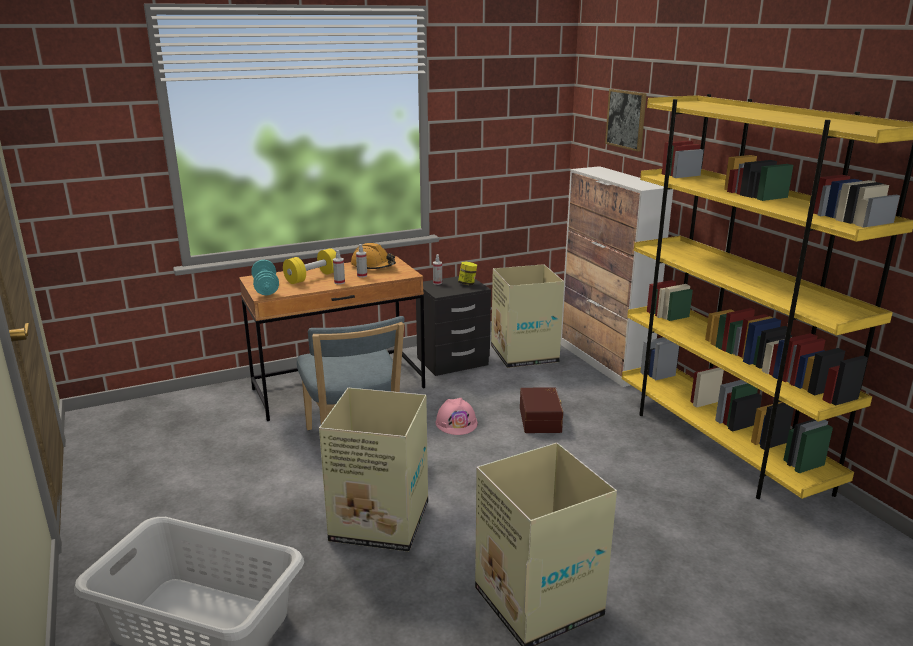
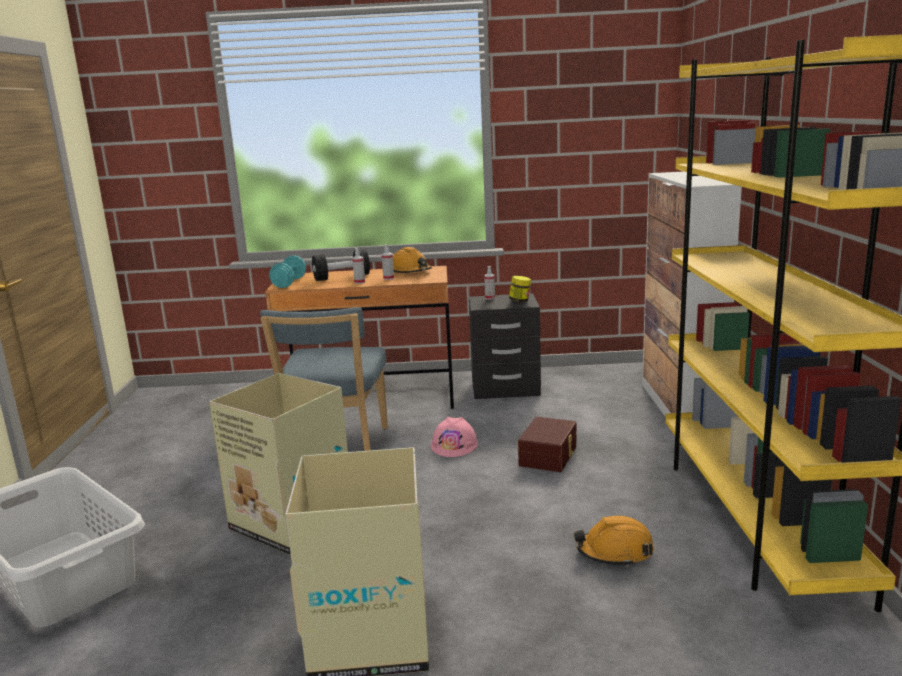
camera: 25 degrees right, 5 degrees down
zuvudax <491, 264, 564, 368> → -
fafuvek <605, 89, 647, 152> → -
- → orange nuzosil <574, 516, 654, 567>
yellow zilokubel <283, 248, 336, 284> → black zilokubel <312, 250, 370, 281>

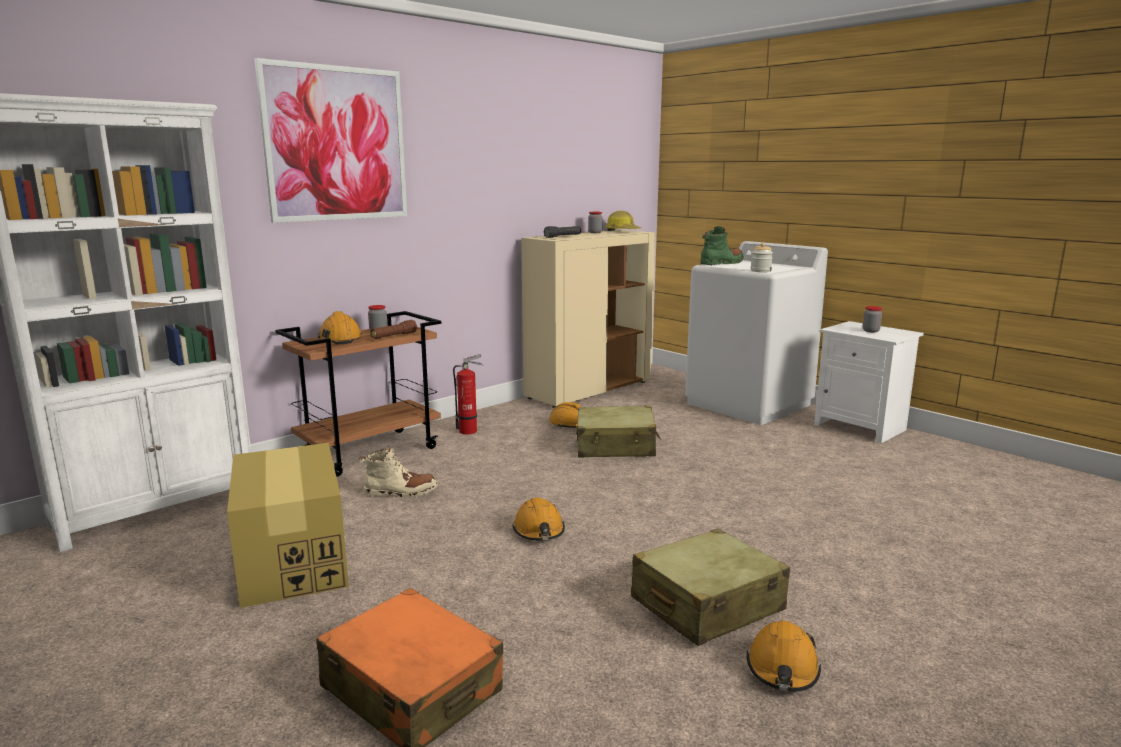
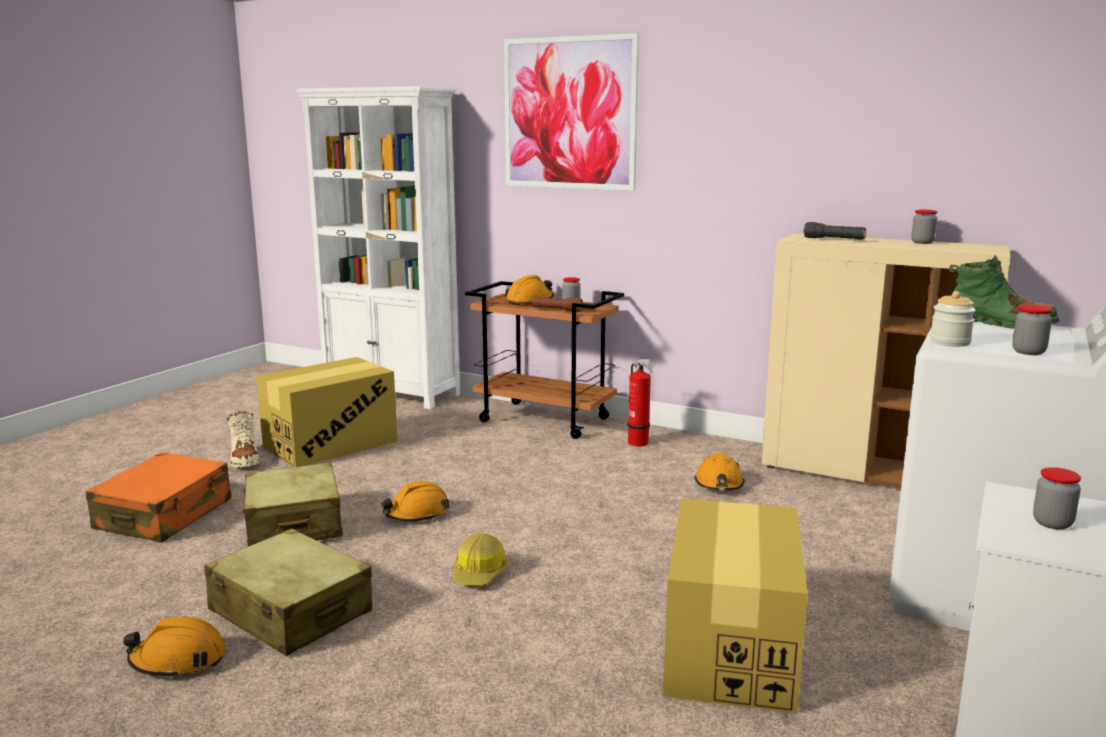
camera: 70 degrees right, 0 degrees up
- → zuvudax <663, 498, 808, 713>
- → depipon <1012, 305, 1052, 355>
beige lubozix <359, 446, 438, 498> → beige lubozix <226, 411, 260, 468>, relocated
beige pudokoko <576, 406, 661, 458> → beige pudokoko <242, 462, 343, 546>, relocated
nuzosil <605, 211, 642, 231> → nuzosil <453, 533, 509, 586>, relocated

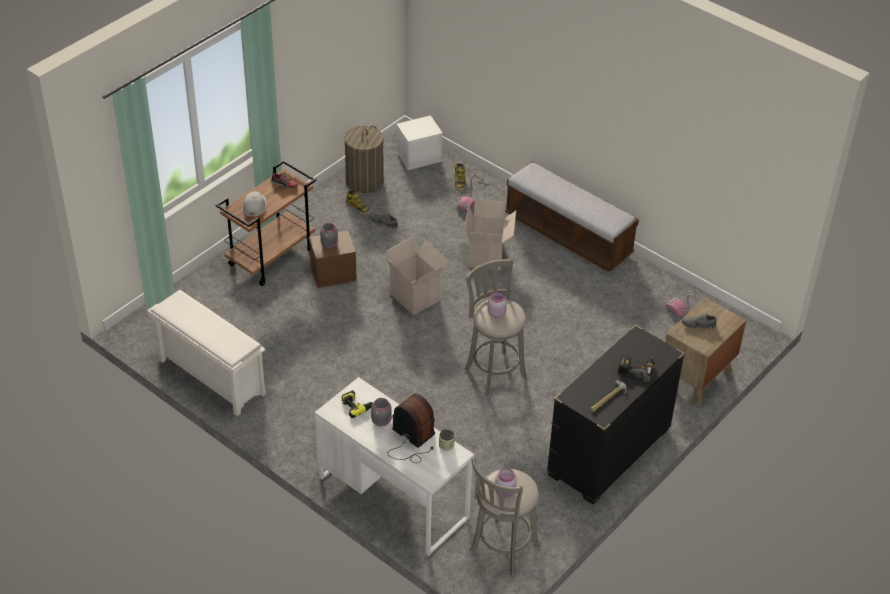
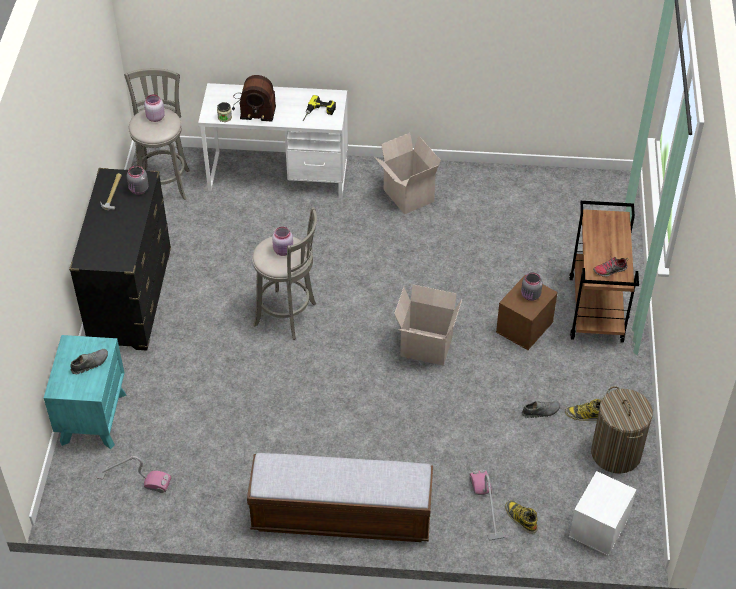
camera: 145 degrees right, 5 degrees up
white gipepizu <147, 290, 266, 416> → -
white nuzosil <242, 191, 266, 218> → -
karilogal <618, 356, 655, 382> → -
grey depipon <371, 398, 392, 427> → grey depipon <127, 165, 149, 195>, relocated
zuvudax <465, 199, 516, 270> → zuvudax <375, 133, 441, 214>, relocated
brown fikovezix <665, 298, 746, 405> → turquoise fikovezix <44, 335, 126, 449>

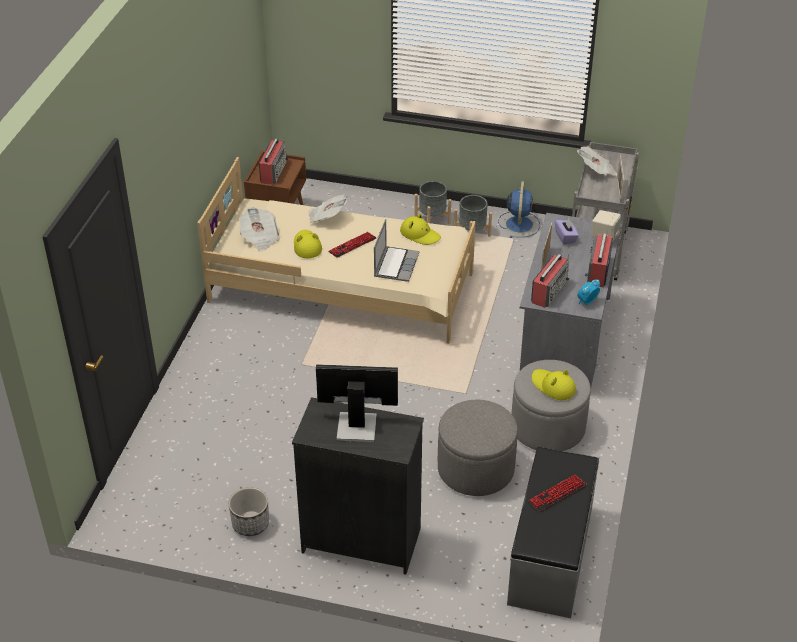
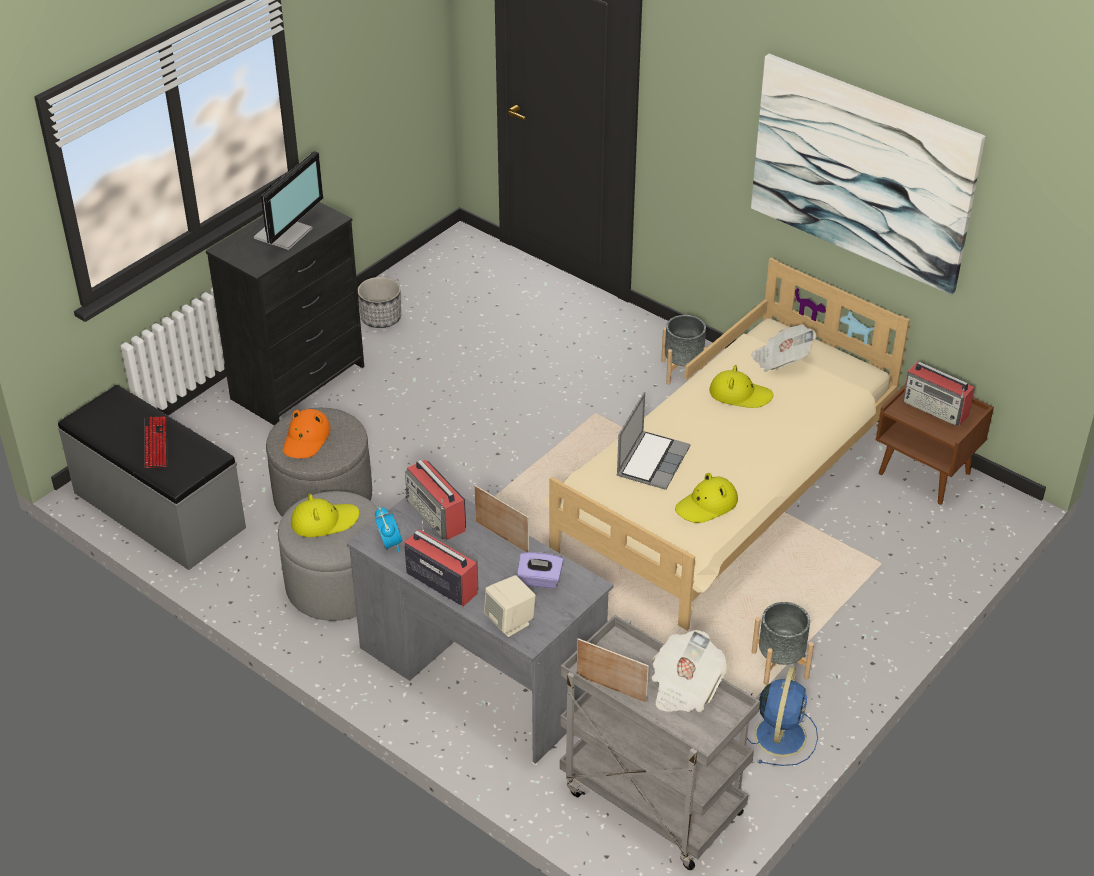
camera: 115 degrees right, 0 degrees up
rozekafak <308, 195, 347, 223> → -
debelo <328, 232, 376, 258> → -
- → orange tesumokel <283, 409, 330, 458>
- → fafuvek <751, 54, 985, 295>
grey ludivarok <415, 181, 451, 224> → grey ludivarok <661, 315, 707, 385>, relocated
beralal <374, 219, 419, 282> → beralal <616, 392, 691, 490>, 105 degrees counterclockwise
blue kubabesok <498, 181, 540, 238> → blue kubabesok <747, 666, 818, 766>, 105 degrees counterclockwise

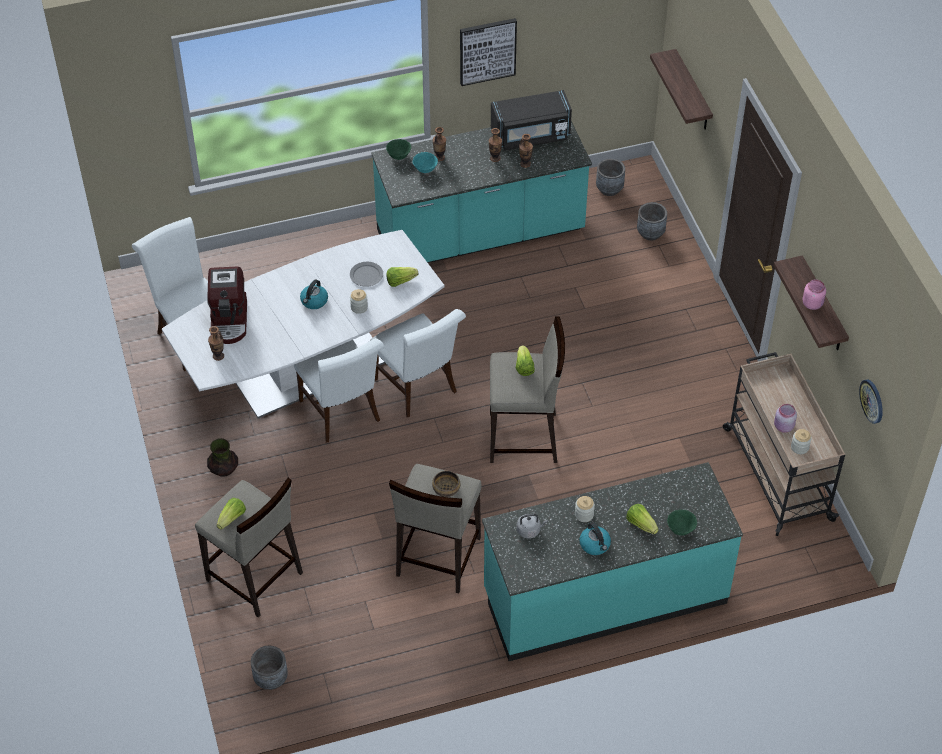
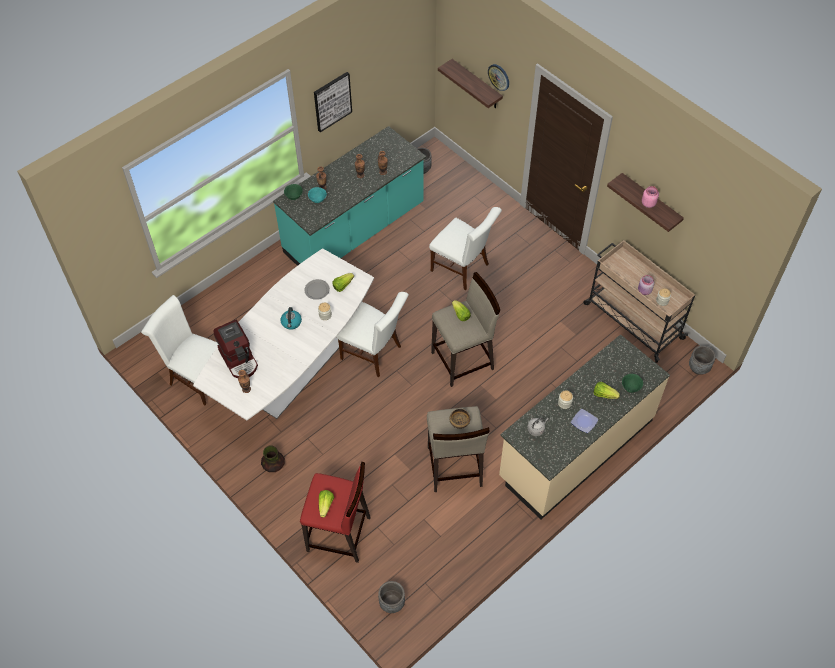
camera: 25 degrees left, 5 degrees up
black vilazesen <491, 90, 572, 150> → -
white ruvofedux <294, 338, 384, 442> → white ruvofedux <429, 207, 502, 290>, relocated
grey ludivarok <637, 202, 667, 240> → grey ludivarok <689, 346, 716, 375>, relocated
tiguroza <859, 379, 883, 424> → tiguroza <488, 64, 509, 91>, relocated
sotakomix <579, 522, 611, 555> → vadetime <571, 409, 598, 433>
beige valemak <195, 478, 303, 618> → red valemak <300, 462, 371, 563>
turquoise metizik <482, 462, 743, 661> → beige metizik <499, 334, 670, 519>

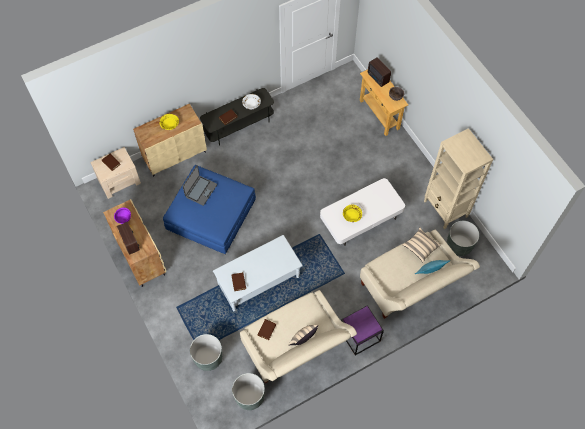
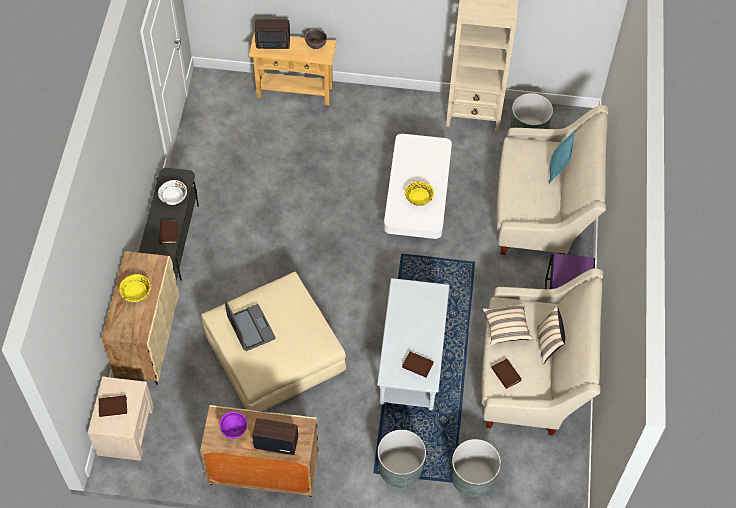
camera: 55 degrees left, 5 degrees down
grey ludivarok <232, 373, 265, 410> → grey ludivarok <378, 430, 426, 488>, relocated
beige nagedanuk <402, 227, 441, 263> → beige nagedanuk <483, 303, 533, 346>, relocated
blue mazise <163, 165, 256, 254> → beige mazise <201, 272, 346, 412>

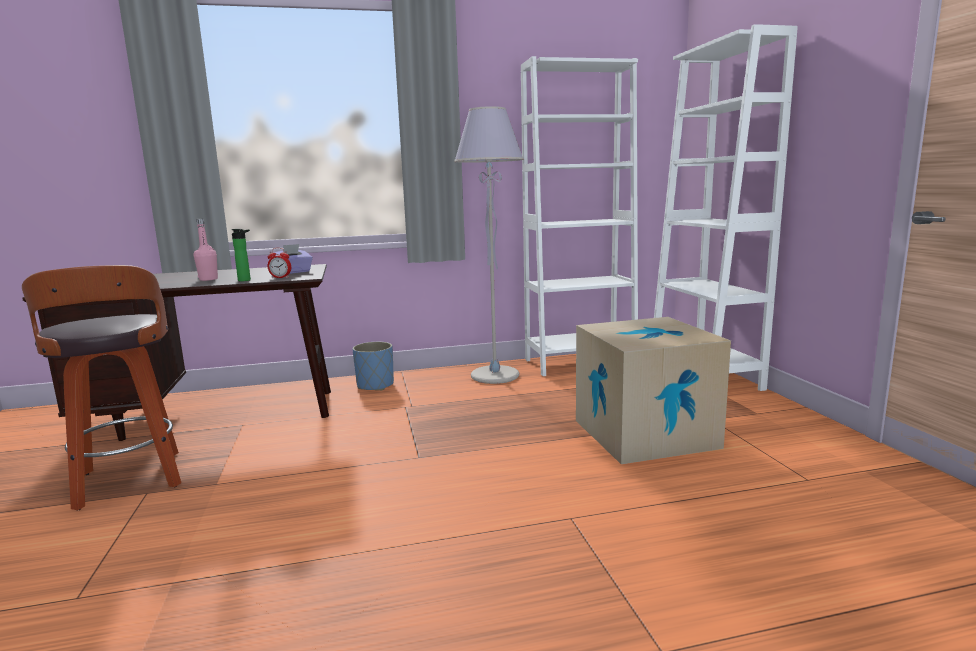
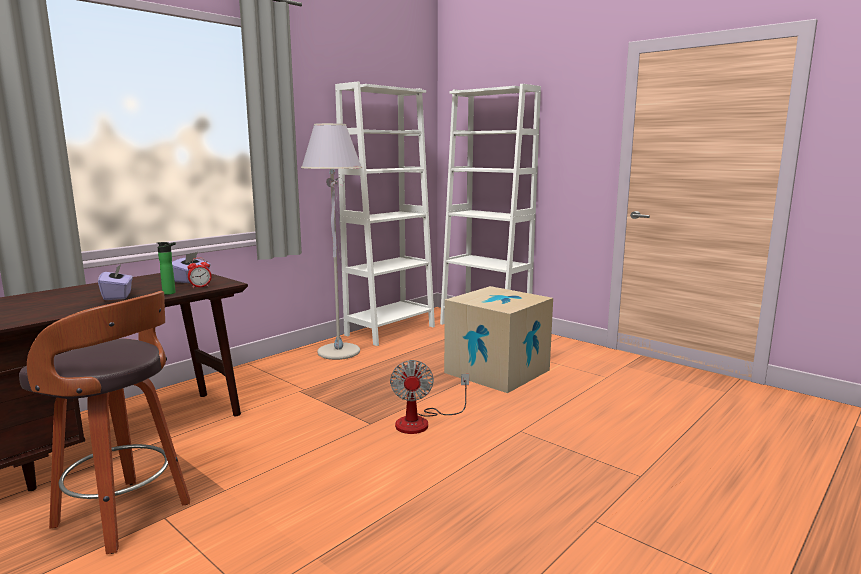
camera: 35 degrees left, 0 degrees up
blue ludivarok <352, 342, 394, 390> → -
- → kubabesok <390, 360, 469, 434>
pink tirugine <194, 219, 218, 281> → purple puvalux <98, 264, 133, 300>

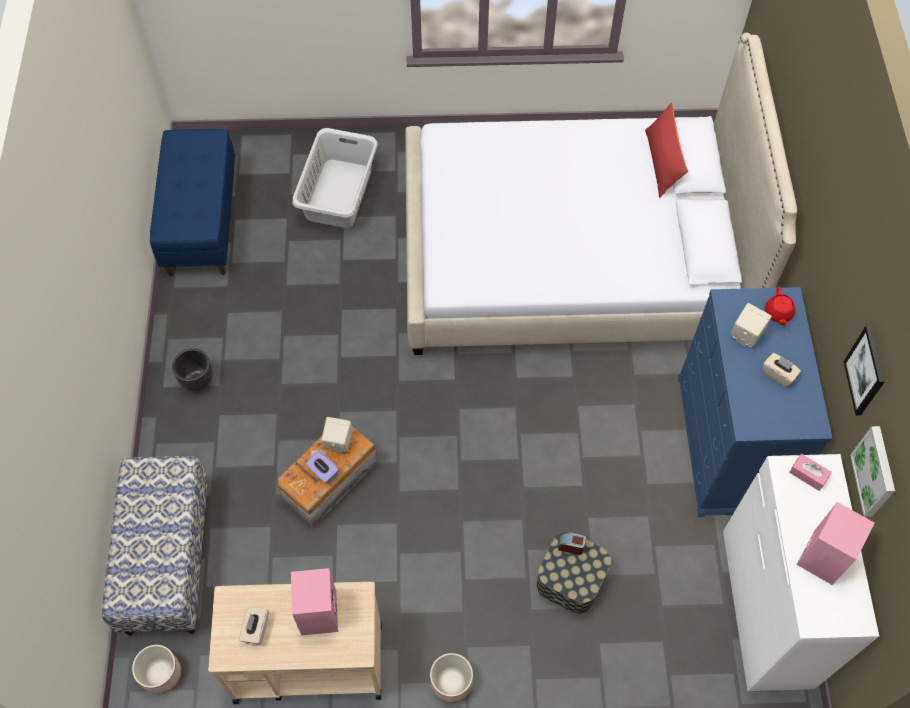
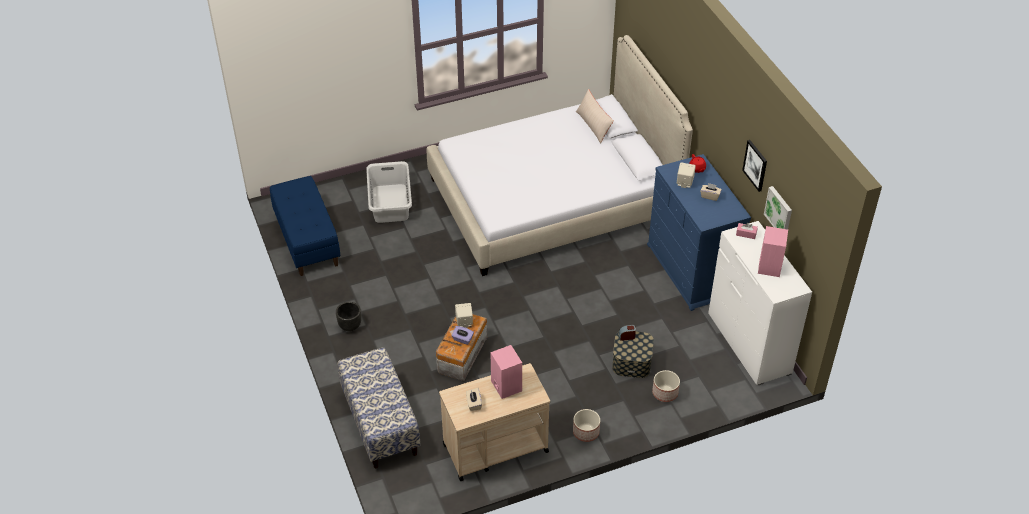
camera: 20 degrees left, 15 degrees down
ludivarok <132, 645, 181, 694> → ludivarok <652, 370, 680, 402>, relocated
red nagedanuk <645, 103, 688, 198> → beige nagedanuk <576, 89, 614, 144>

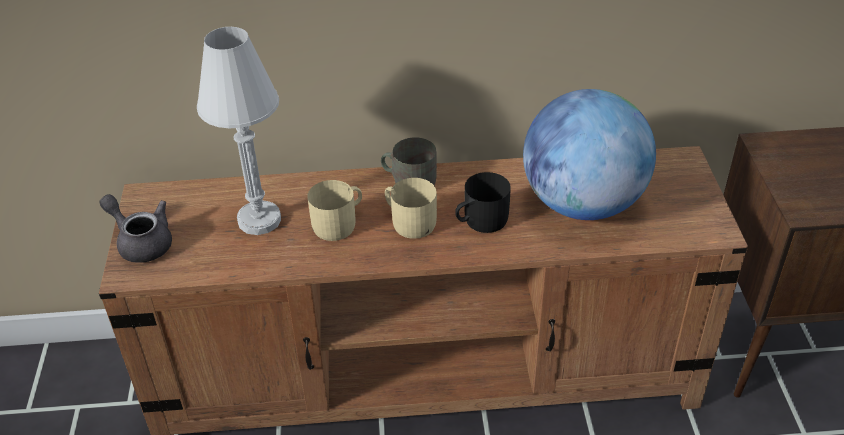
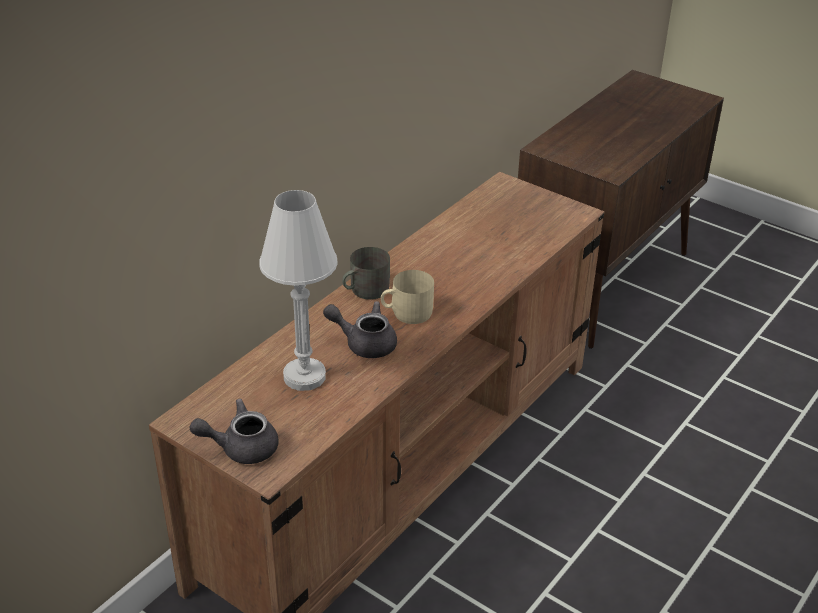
camera: 50 degrees left, 5 degrees down
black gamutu <455, 172, 511, 233> → -
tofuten <523, 89, 656, 220> → -
beige gamutu <307, 180, 362, 241> → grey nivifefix <323, 301, 397, 358>

